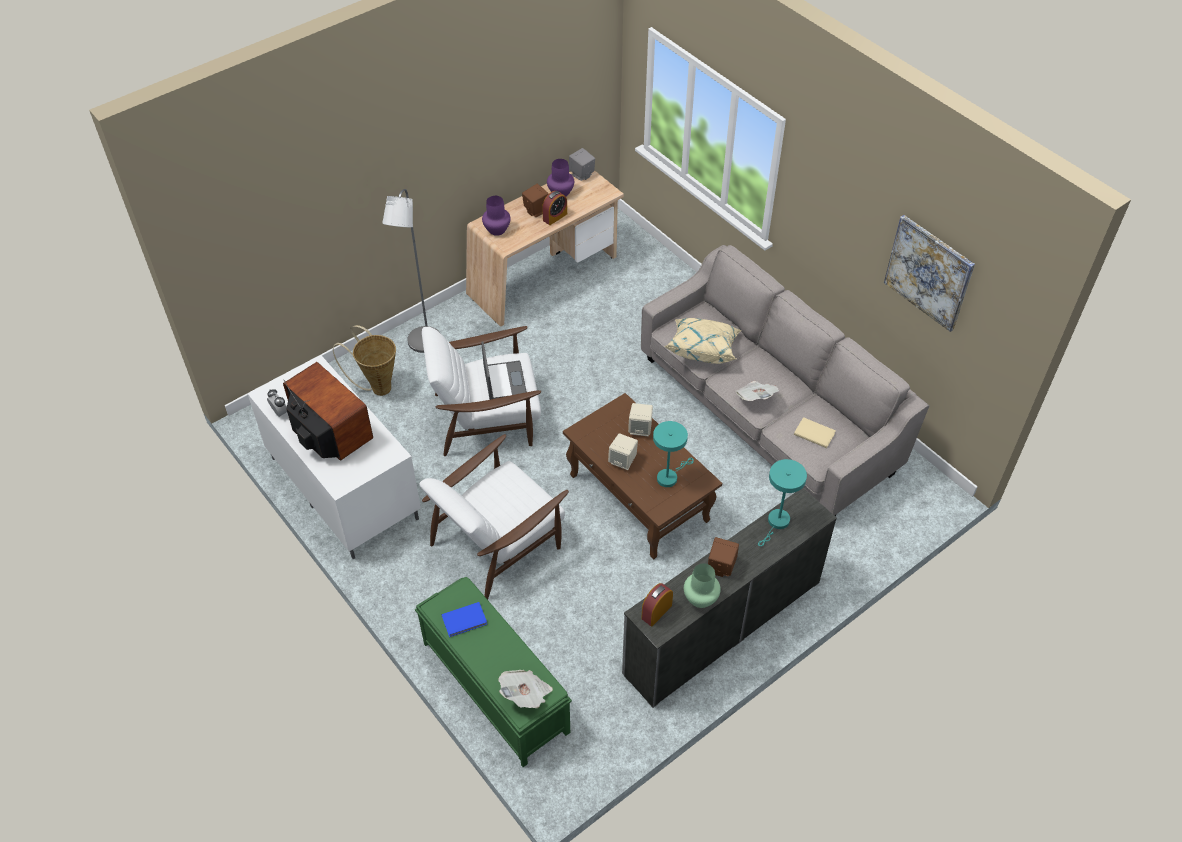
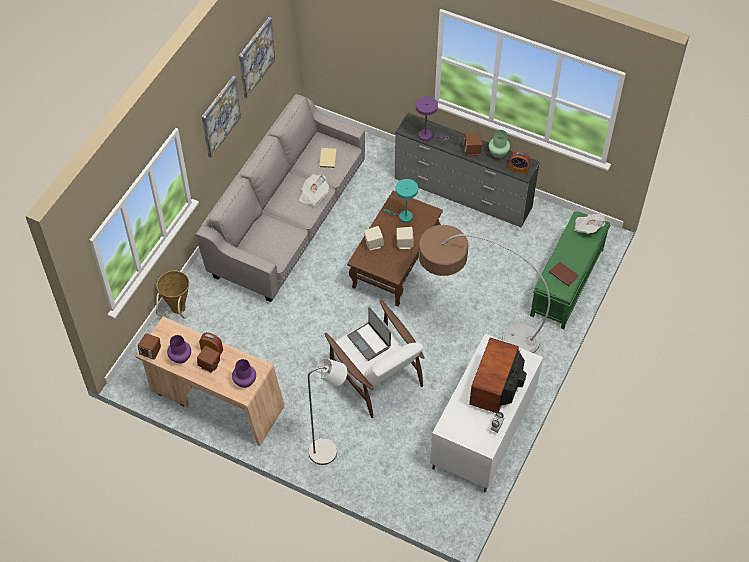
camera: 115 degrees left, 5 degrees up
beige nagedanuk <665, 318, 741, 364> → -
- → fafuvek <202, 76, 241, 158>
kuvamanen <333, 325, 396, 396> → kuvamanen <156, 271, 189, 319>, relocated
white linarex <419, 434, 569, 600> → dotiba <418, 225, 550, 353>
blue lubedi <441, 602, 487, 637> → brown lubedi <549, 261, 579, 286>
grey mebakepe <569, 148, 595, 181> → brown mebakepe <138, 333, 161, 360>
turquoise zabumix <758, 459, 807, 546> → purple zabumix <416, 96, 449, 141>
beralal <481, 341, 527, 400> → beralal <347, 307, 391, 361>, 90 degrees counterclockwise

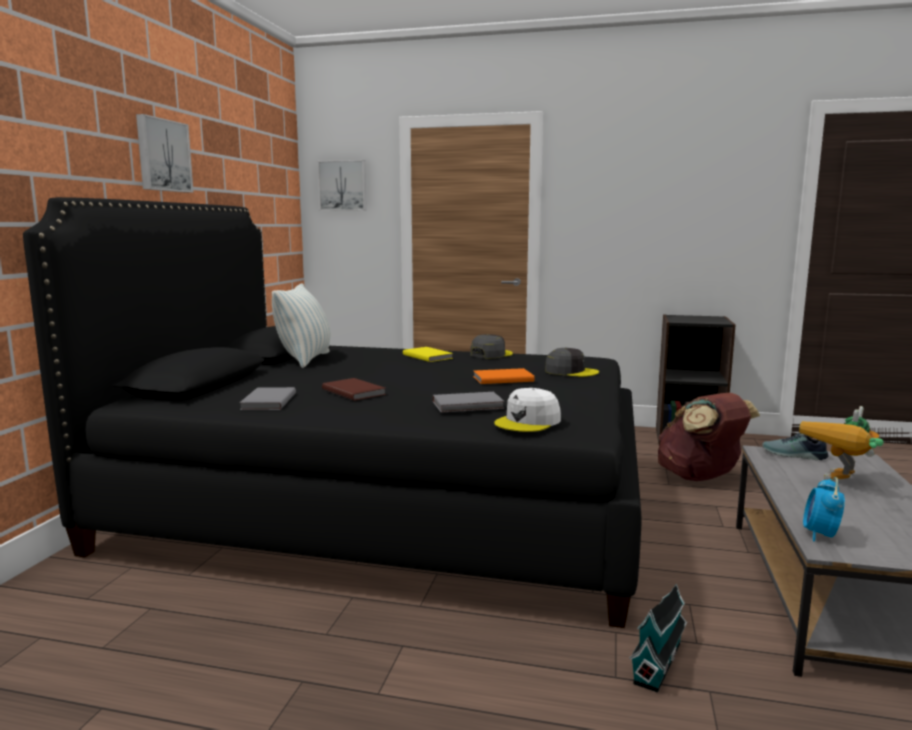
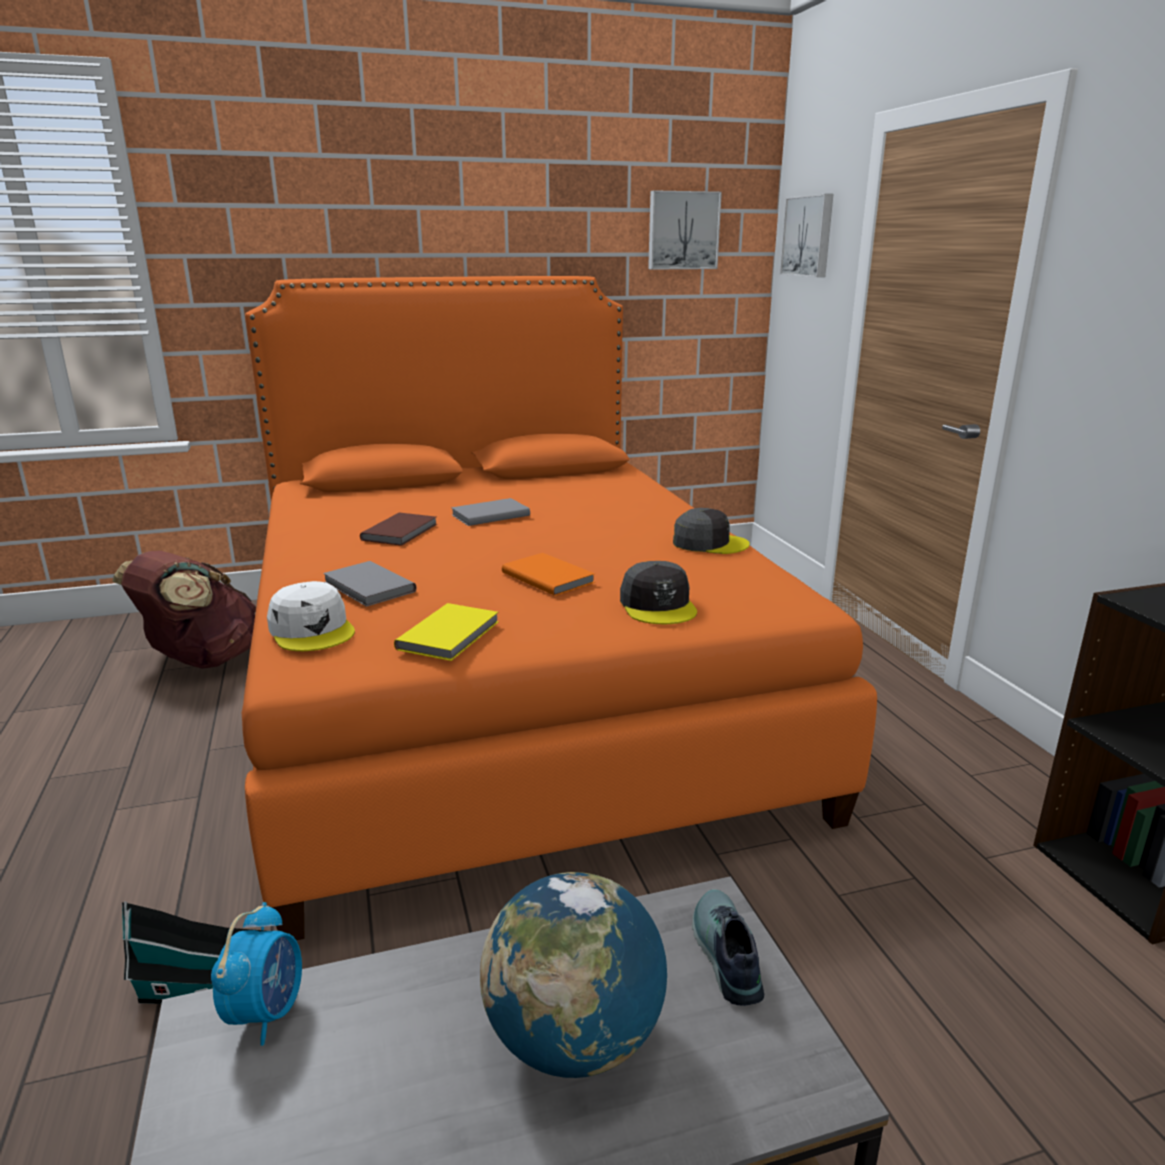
camera: 60 degrees right, 10 degrees up
nagedanuk <272, 284, 330, 368> → -
fafuvek <136, 114, 194, 193> → fafuvek <648, 190, 722, 270>, relocated
grey lubedi <239, 387, 296, 410> → grey lubedi <451, 498, 530, 526>, relocated
yellow lubedi <403, 347, 453, 362> → yellow lubedi <394, 603, 499, 661>, relocated
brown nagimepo <658, 393, 760, 481> → brown nagimepo <112, 551, 256, 669>, relocated
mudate <799, 406, 884, 480> → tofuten <480, 872, 667, 1078>
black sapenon <23, 197, 641, 628> → orange sapenon <242, 276, 877, 940>
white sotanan <494, 388, 561, 432> → white sotanan <267, 581, 355, 651>, 135 degrees counterclockwise
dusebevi <803, 477, 845, 542> → dusebevi <211, 902, 302, 1046>, 105 degrees clockwise

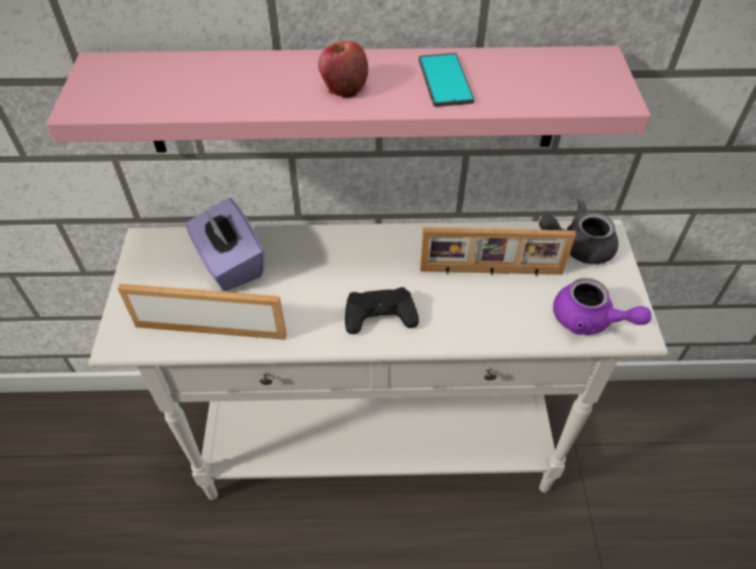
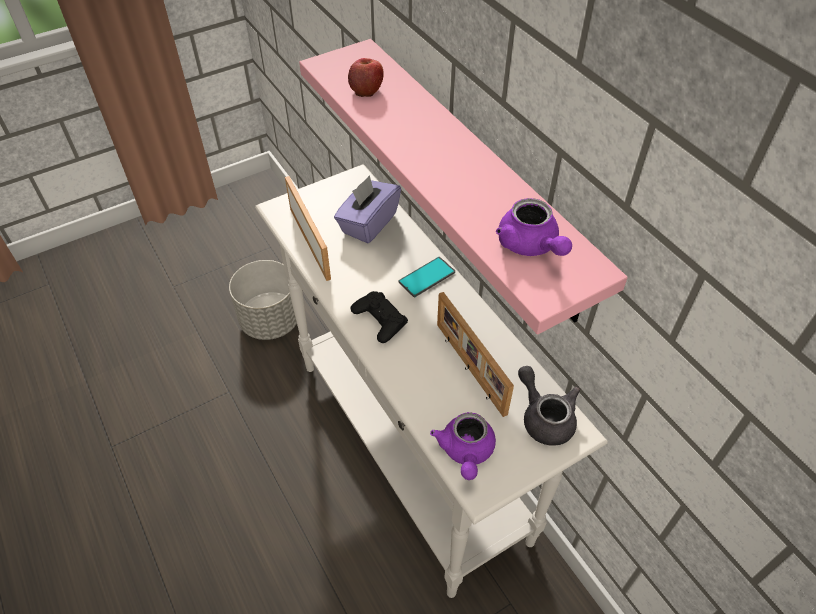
camera: 60 degrees right, 0 degrees up
- → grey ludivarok <229, 260, 297, 340>
- → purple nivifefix <496, 198, 572, 256>
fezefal <318, 41, 368, 98> → fezefal <348, 58, 384, 97>, relocated
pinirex <419, 53, 474, 107> → pinirex <399, 257, 455, 297>, relocated

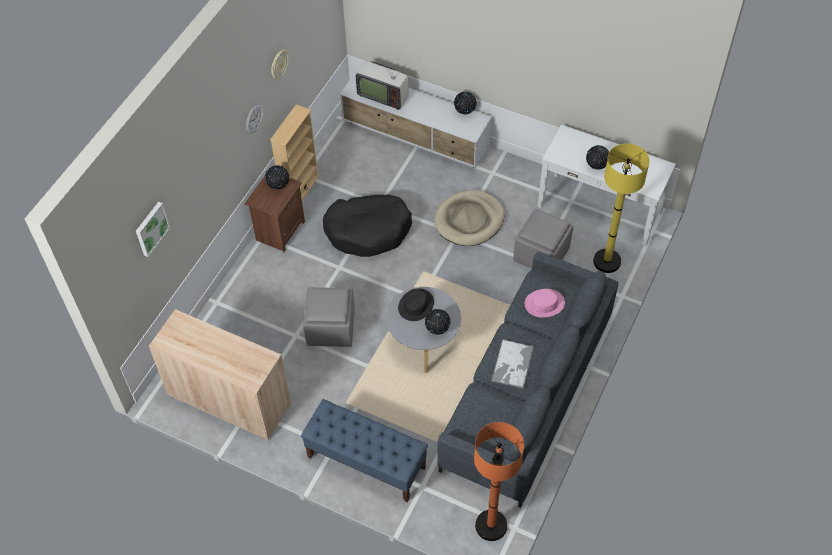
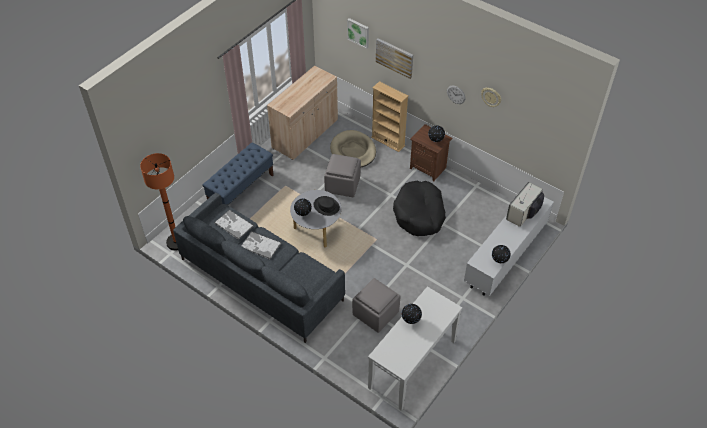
camera: 100 degrees right, 5 degrees down
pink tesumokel <525, 289, 565, 318> → -
yellow dotiba <593, 144, 650, 273> → -
- → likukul <214, 209, 254, 240>
- → fafuvek <376, 38, 413, 79>
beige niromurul <270, 104, 319, 200> → beige niromurul <371, 81, 408, 152>, relocated
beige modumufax <434, 190, 505, 246> → beige modumufax <330, 130, 376, 167>, relocated

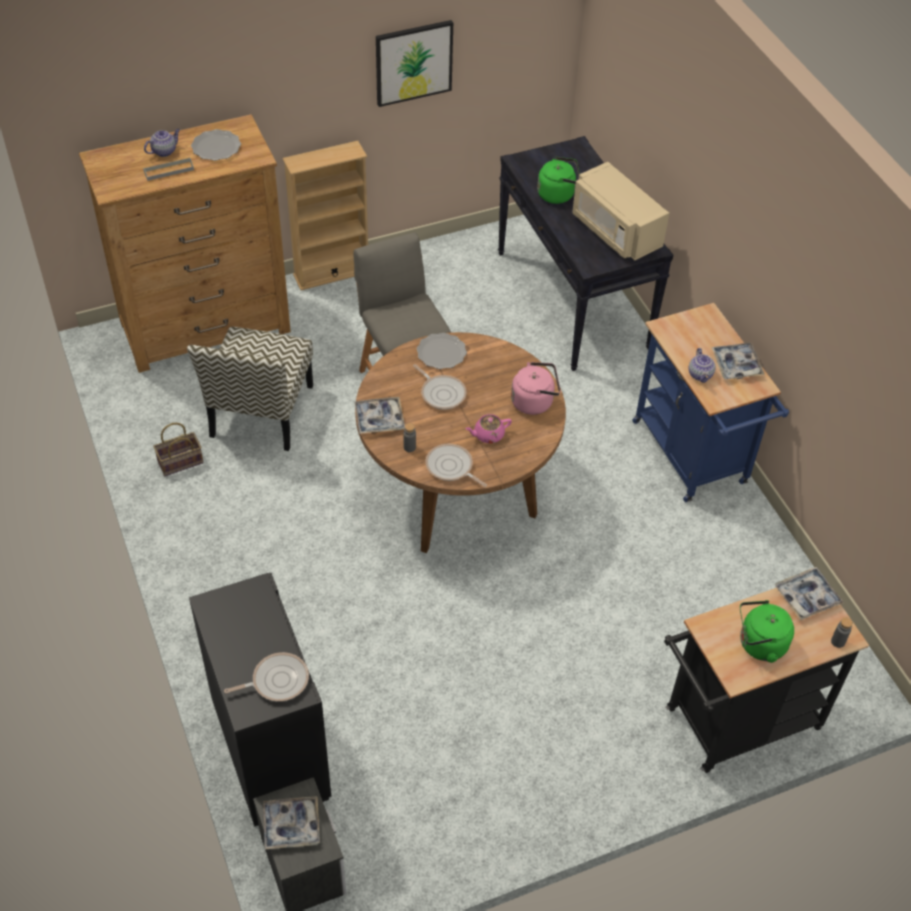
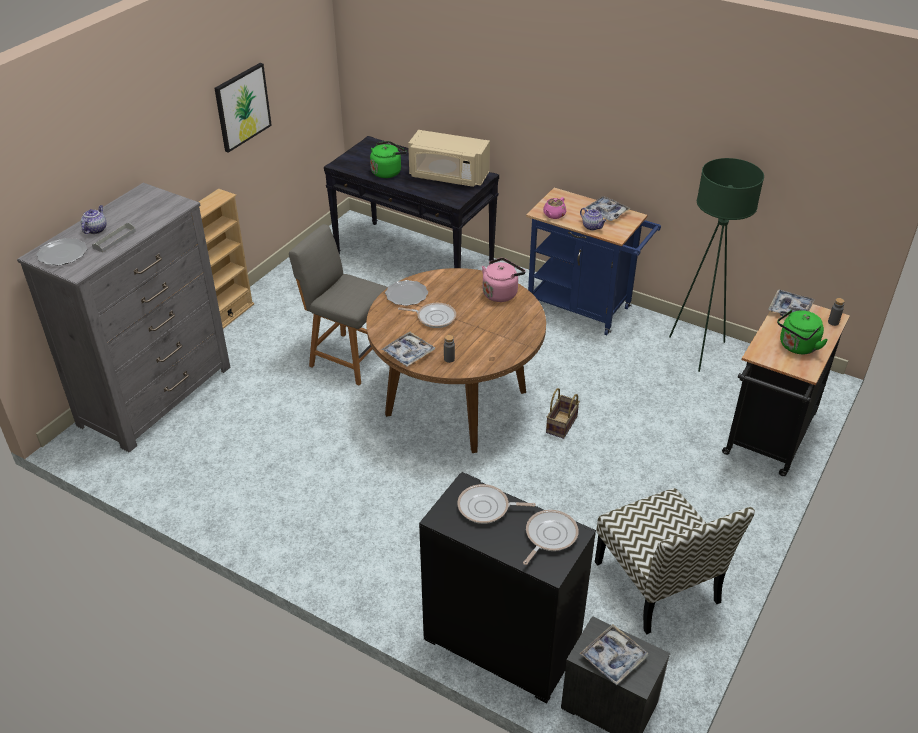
camera: 35 degrees left, 10 degrees down
- → green dotiba <669, 158, 764, 372>
kuvamanen <153, 423, 203, 476> → kuvamanen <546, 388, 580, 439>, relocated
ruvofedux <187, 327, 313, 451> → ruvofedux <595, 488, 755, 634>, relocated
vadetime <191, 129, 241, 161> → vadetime <36, 238, 87, 265>, relocated
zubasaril <425, 444, 487, 487> → zubasaril <457, 484, 536, 524>, relocated
pink nivifefix <465, 414, 512, 443> → pink nivifefix <543, 197, 566, 219>, relocated
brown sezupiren <79, 115, 291, 373> → grey sezupiren <17, 183, 230, 453>

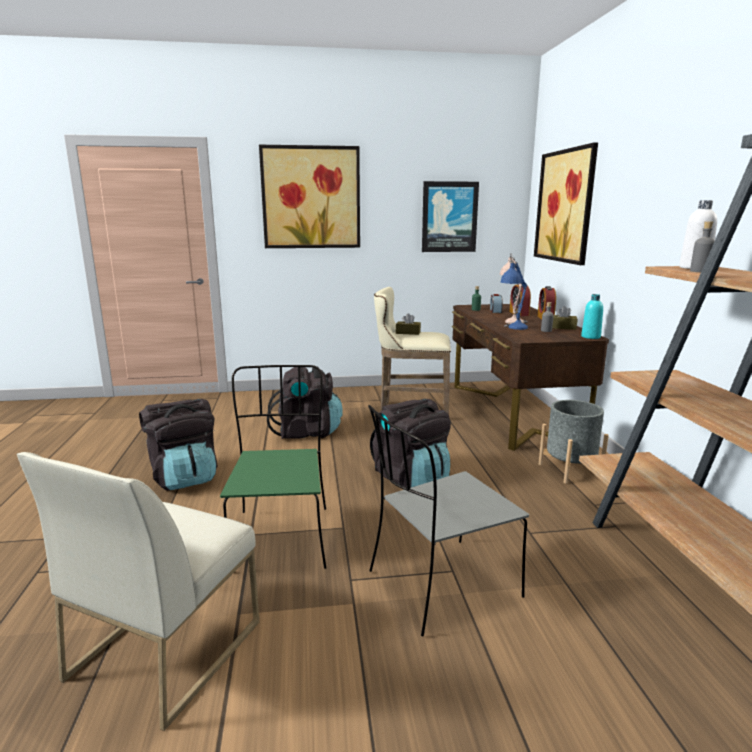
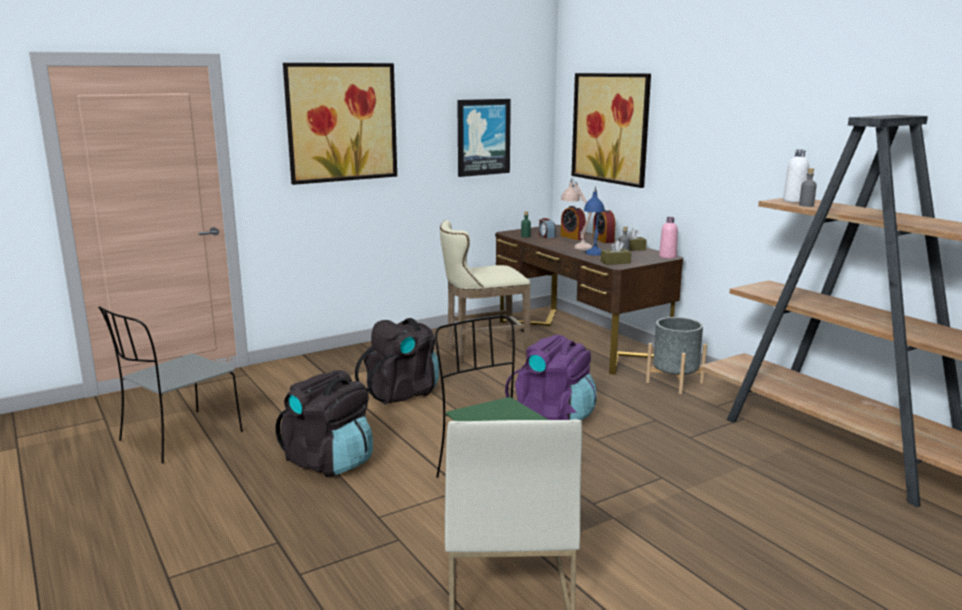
camera: 25 degrees left, 0 degrees up
grey ruvofedux <368, 405, 529, 637> → grey ruvofedux <98, 306, 243, 464>, relocated
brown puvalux <396, 313, 421, 335> → brown puvalux <601, 240, 631, 265>, relocated
black nagimepo <370, 399, 451, 488> → purple nagimepo <505, 335, 597, 420>
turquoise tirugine <581, 294, 603, 339> → pink tirugine <659, 217, 678, 259>

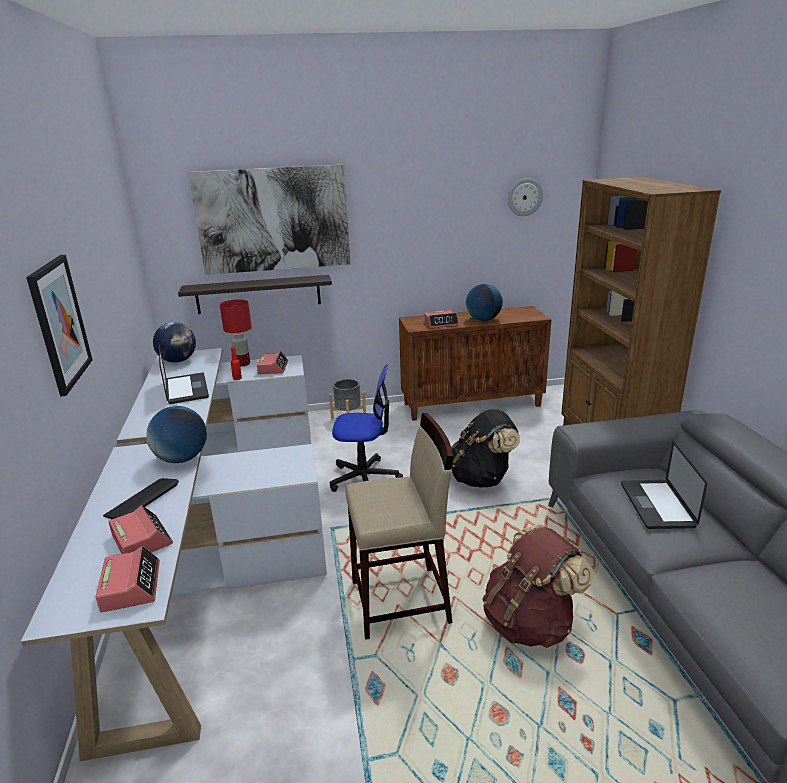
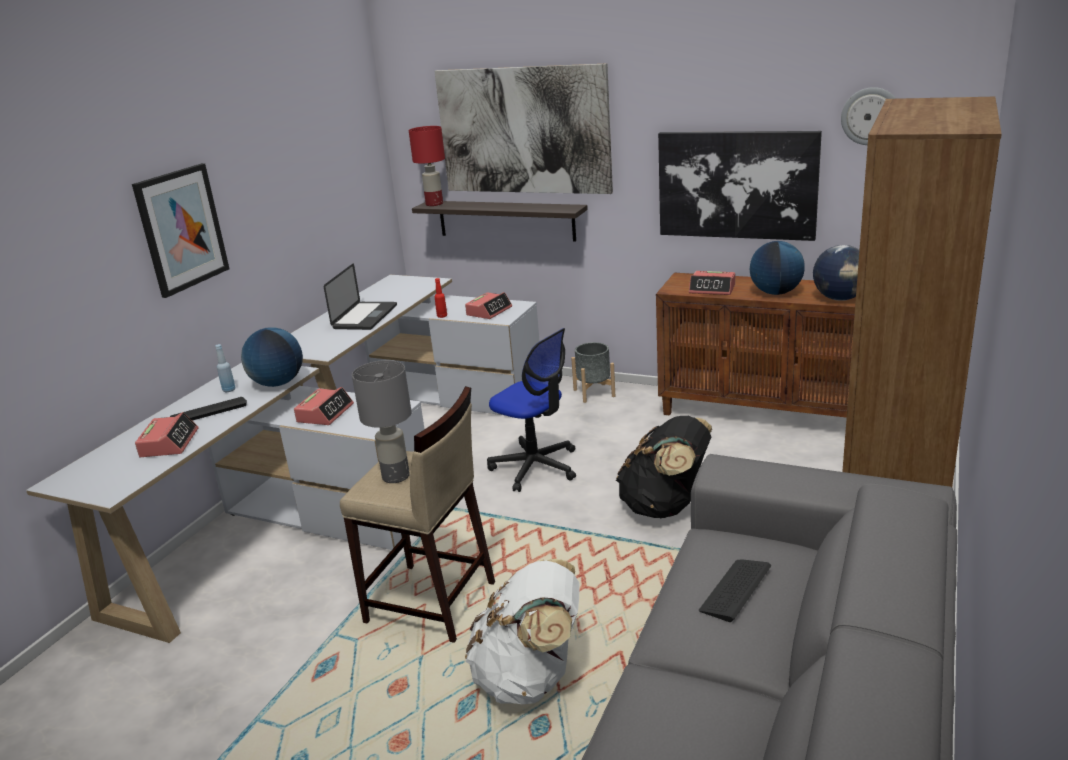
camera: 35 degrees right, 0 degrees up
- → blue tirugine <215, 344, 235, 392>
- → grey zabumix <352, 360, 412, 483>
- → fafuvek <658, 131, 822, 241>
dusebevi <95, 546, 160, 613> → dusebevi <294, 387, 354, 425>, relocated
tofuten <153, 322, 196, 363> → tofuten <813, 245, 859, 301>, relocated
red zabumix <220, 299, 252, 366> → red zabumix <409, 126, 445, 206>, relocated
beralal <621, 441, 707, 529> → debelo <699, 559, 771, 622>
brown nagimepo <482, 525, 594, 648> → white nagimepo <465, 559, 580, 704>

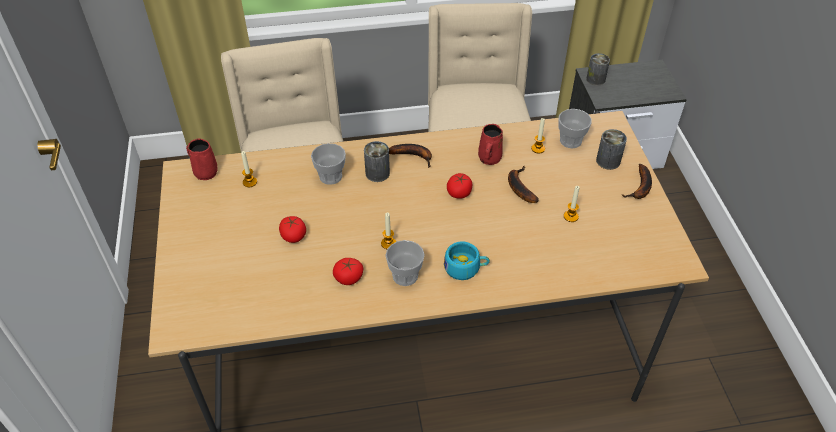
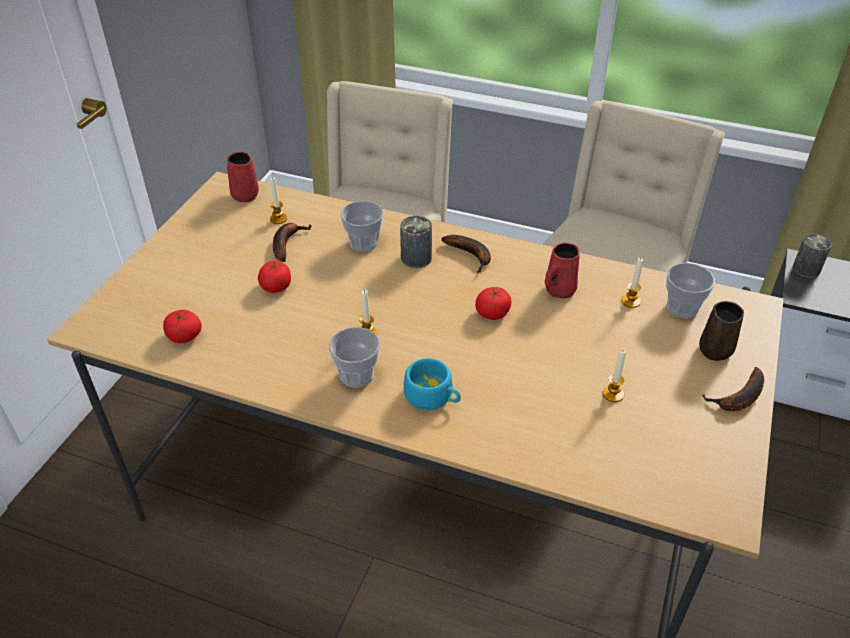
camera: 30 degrees right, 5 degrees down
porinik <333, 258, 363, 285> → porinik <163, 310, 202, 343>, relocated
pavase <508, 166, 539, 203> → pavase <273, 223, 312, 262>, relocated
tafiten <596, 129, 627, 170> → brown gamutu <699, 301, 744, 361>

